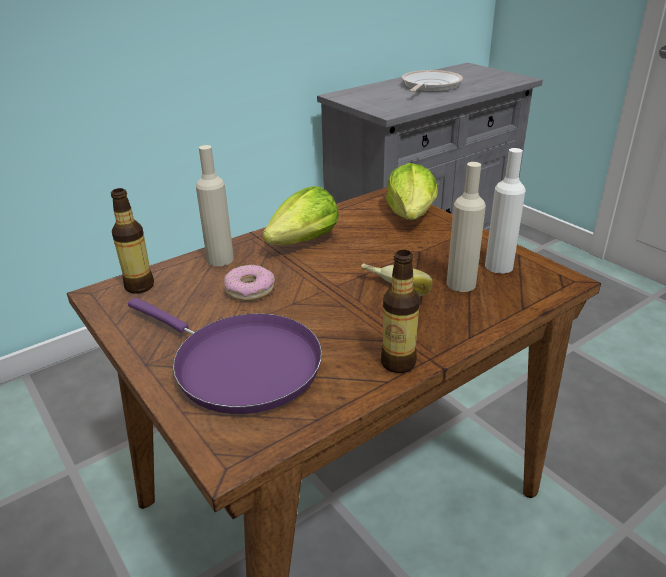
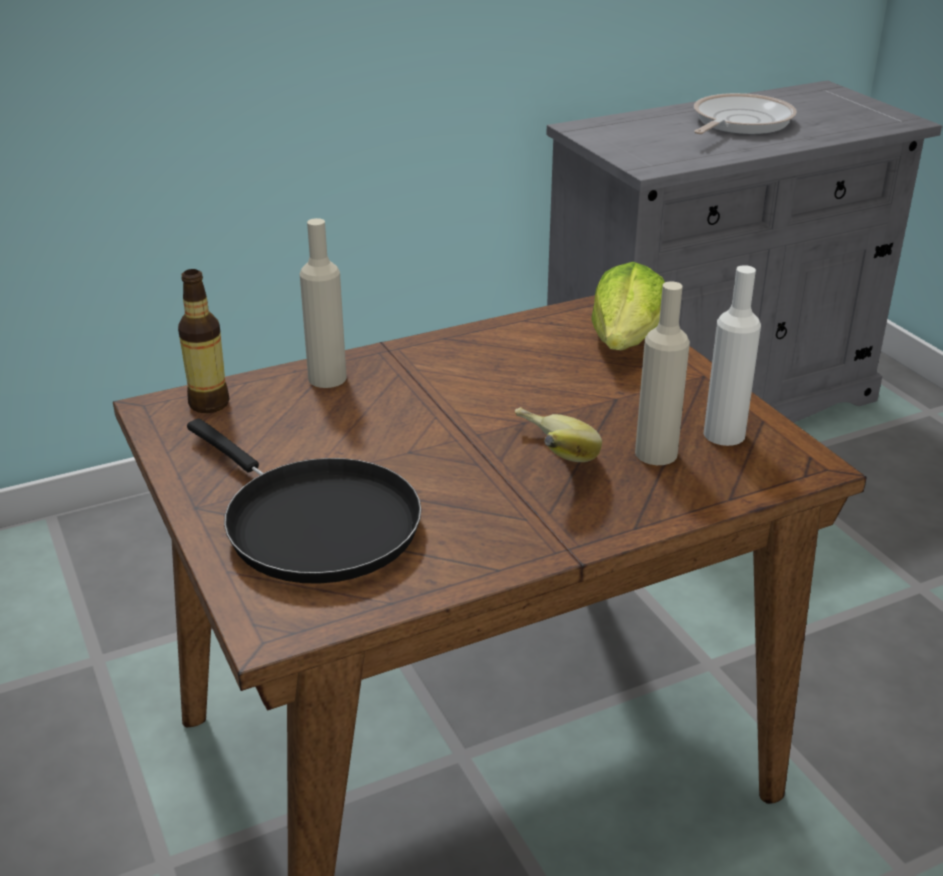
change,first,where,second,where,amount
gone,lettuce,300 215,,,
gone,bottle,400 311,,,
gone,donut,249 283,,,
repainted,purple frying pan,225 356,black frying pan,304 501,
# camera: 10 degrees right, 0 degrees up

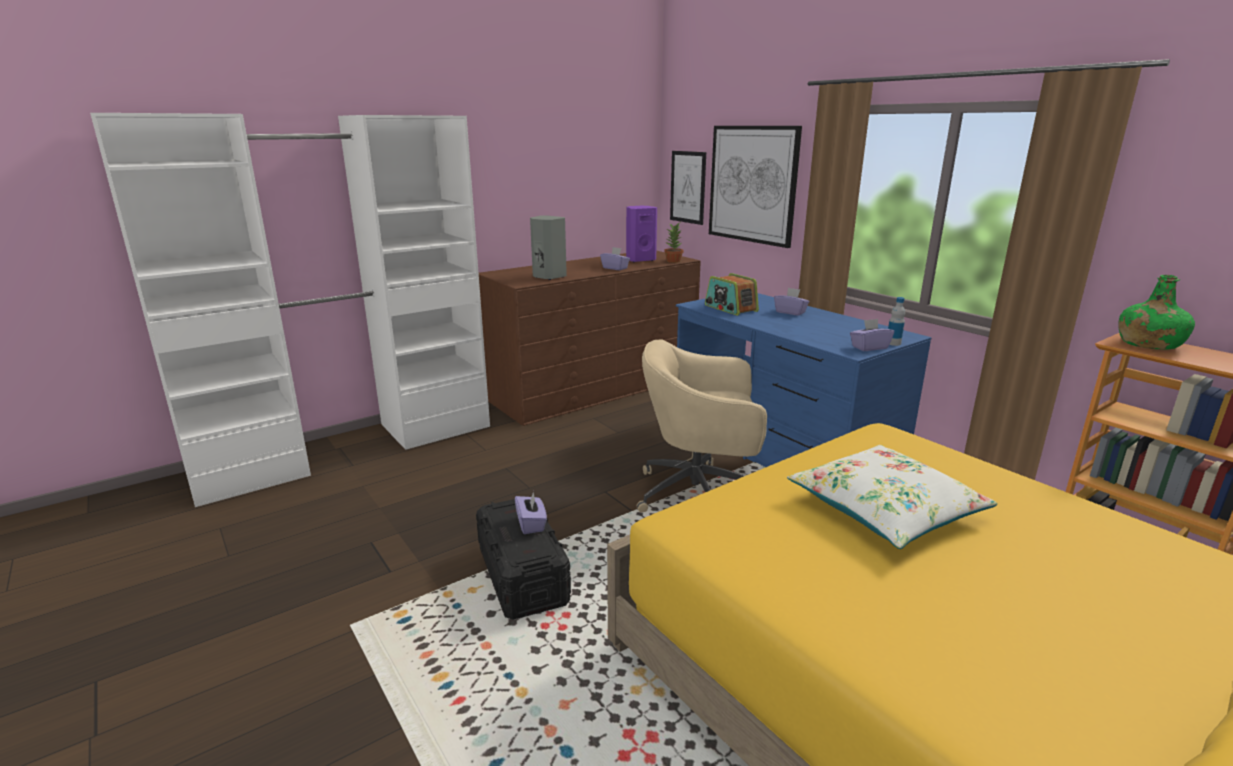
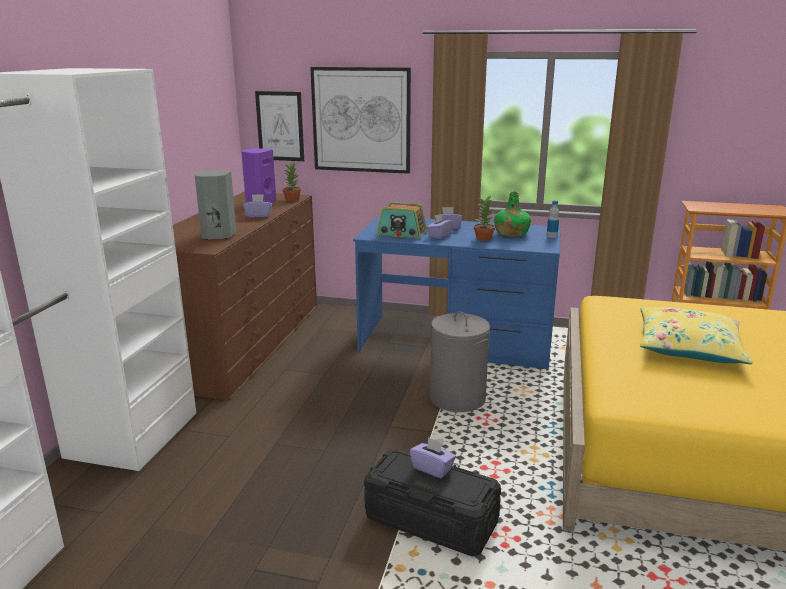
change,first,where,second,where,amount
shifted,green bottle,1157 312,,512 214,
shifted,purple tissue box,872 335,,440 226,
swapped,beige office chair,702 426,grey laundry basket,460 361,
repainted,white pillow,892 497,yellow pillow,696 335,
new,,,potted plant,484 218,
# camera: 40 degrees left, 0 degrees up

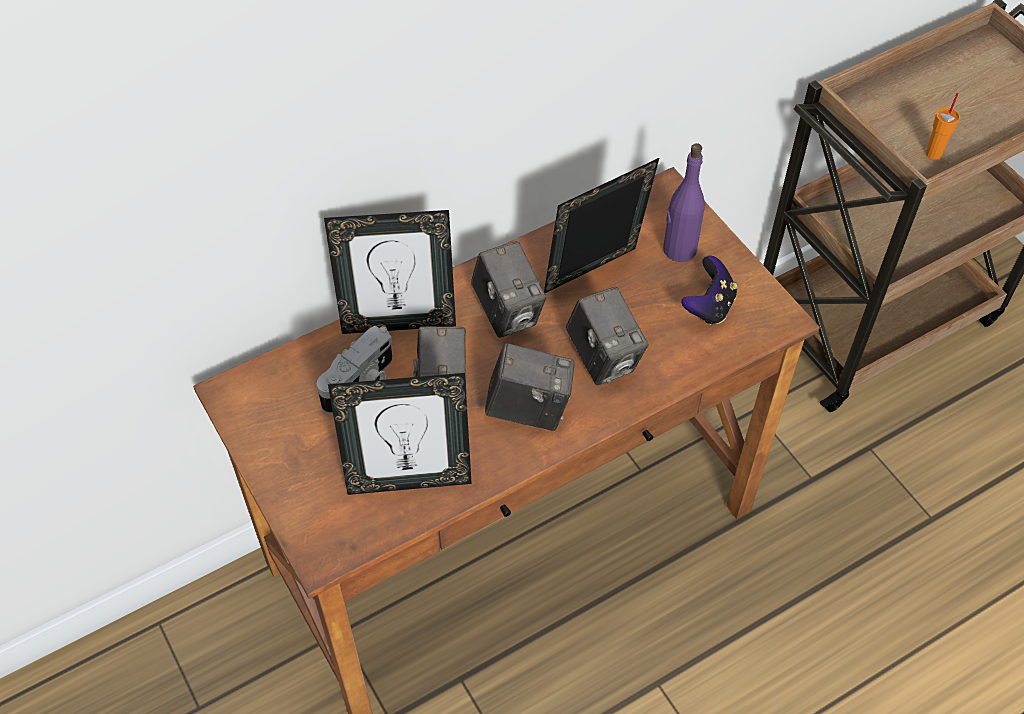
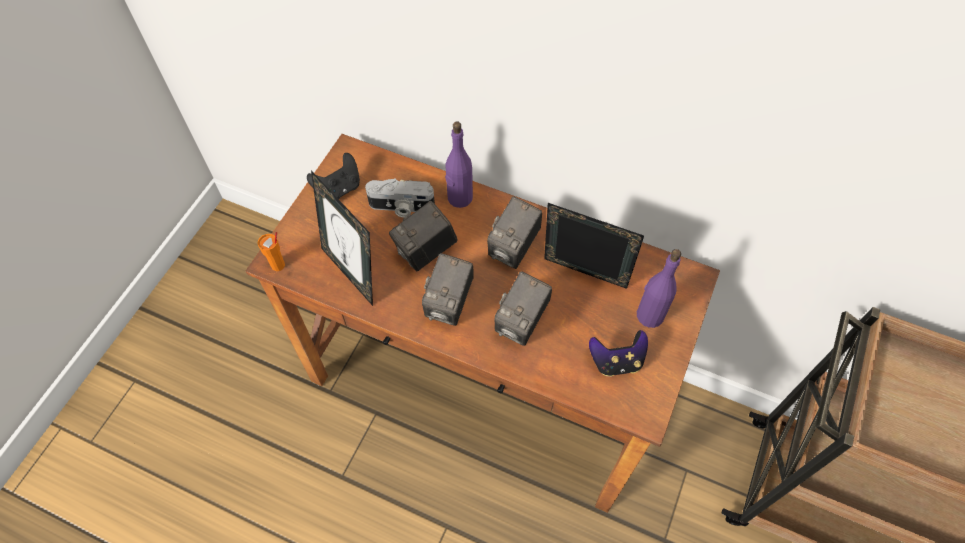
change,first,where,second,where,amount
shifted,orange cup,943 126,,271 251,
swapped,picture frame,390 272,purple bottle,459 164,
rotated,photo camera,529 387,,448 289,45 degrees clockwise
new,,,black game controller,333 176,
# camera: 55 degrees right, 5 degrees up

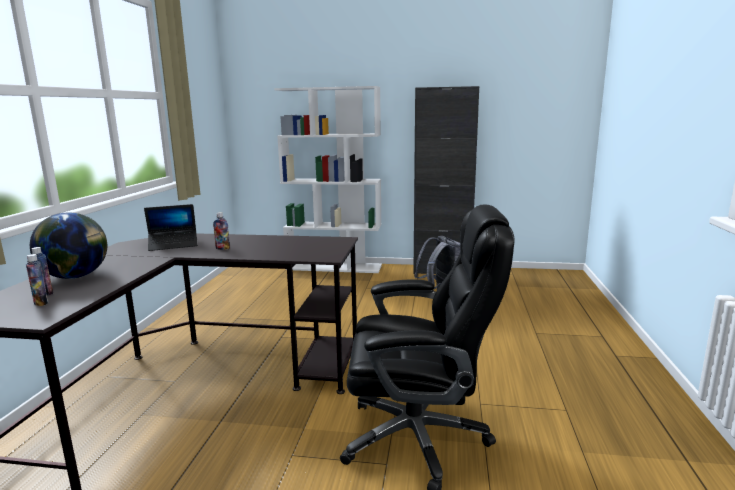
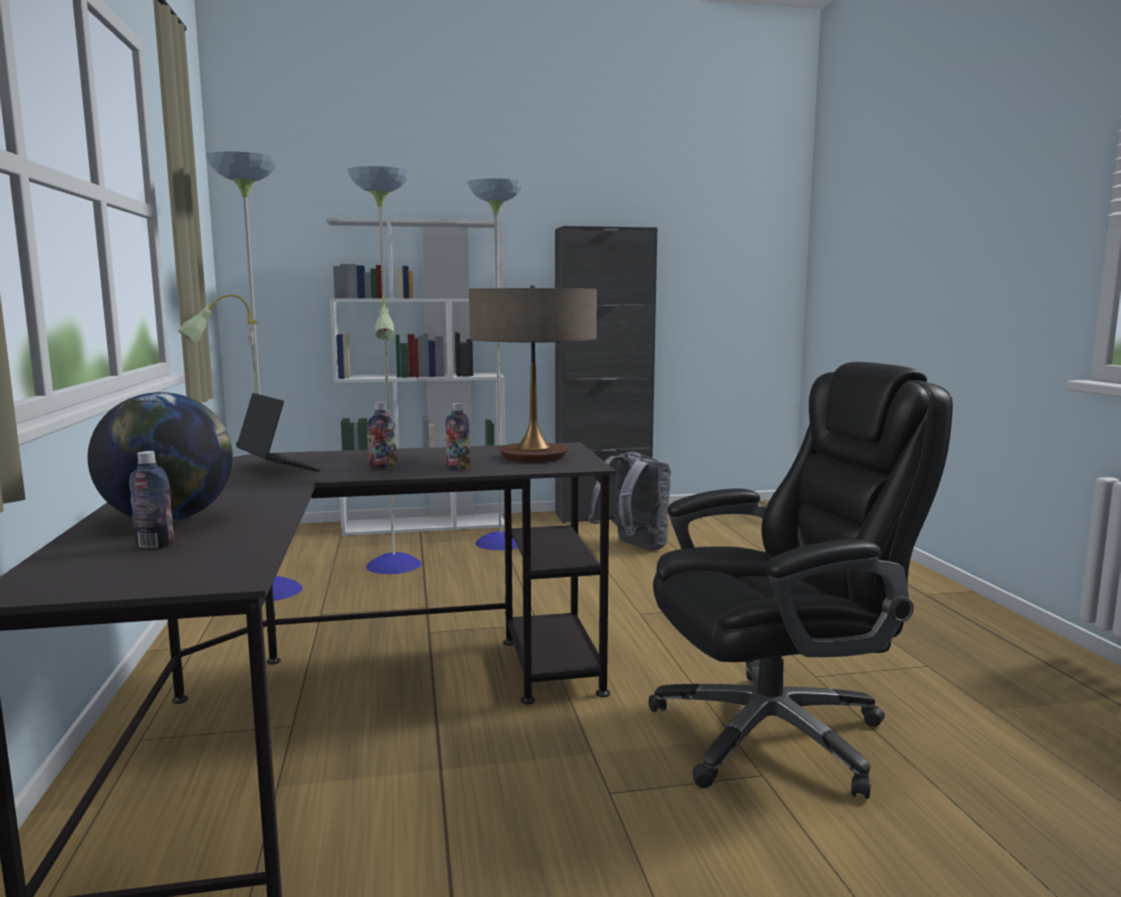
change,first,where,second,where,amount
rotated,laptop,171 227,,278 432,90 degrees counterclockwise
shifted,bottle,37 280,,458 436,
new,,,floor lamp,350 376,
new,,,table lamp,533 374,
# camera: 20 degrees left, 5 degrees down

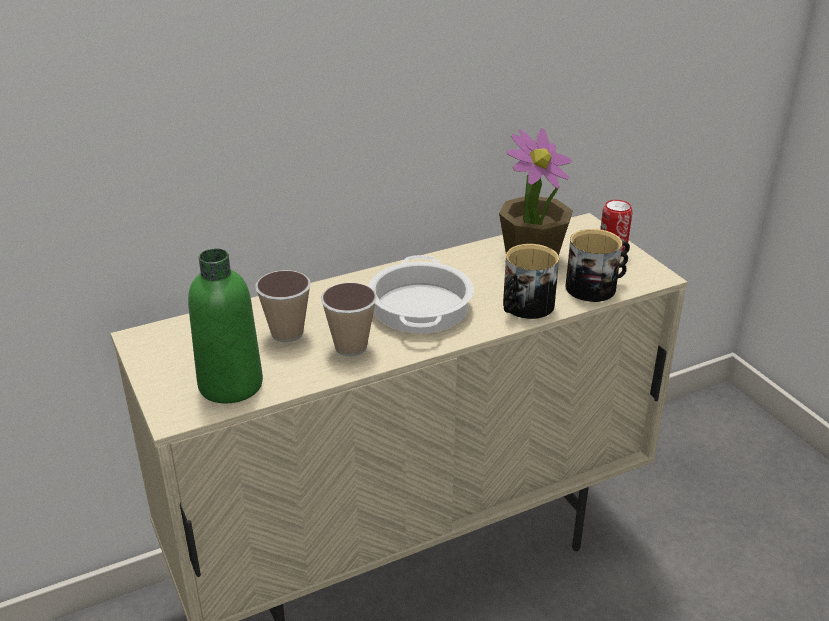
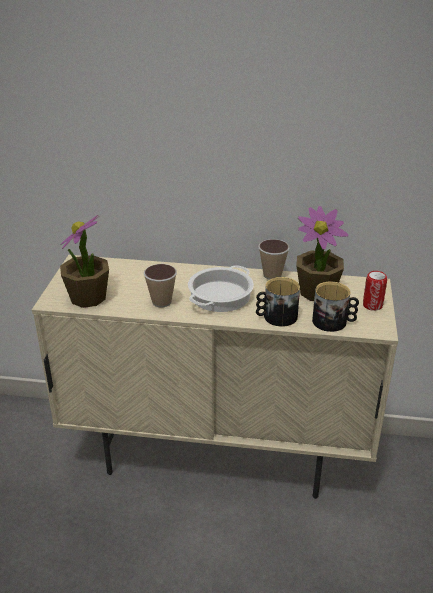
change,first,where,second,where,amount
swapped,green bottle,225 326,potted plant,84 261,
shifted,cup,283 306,,274 259,
# camera: 35 degrees right, 0 degrees up

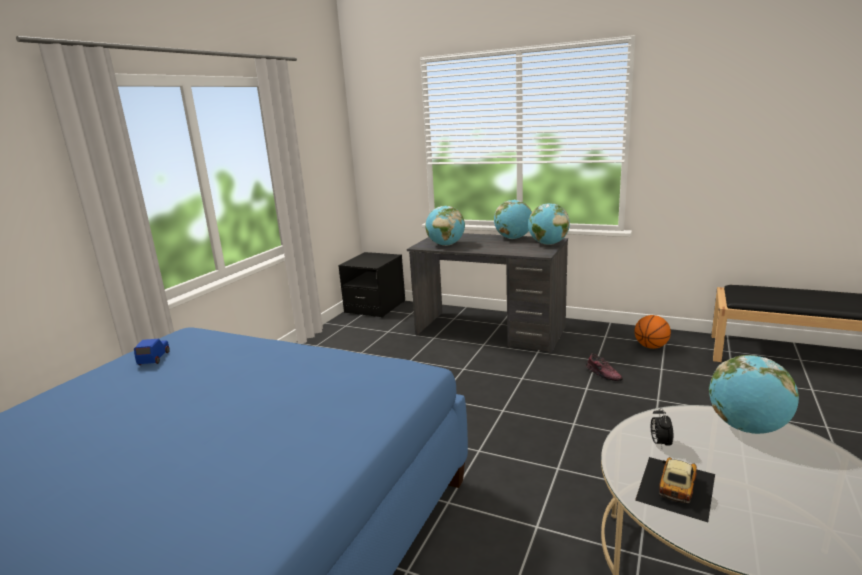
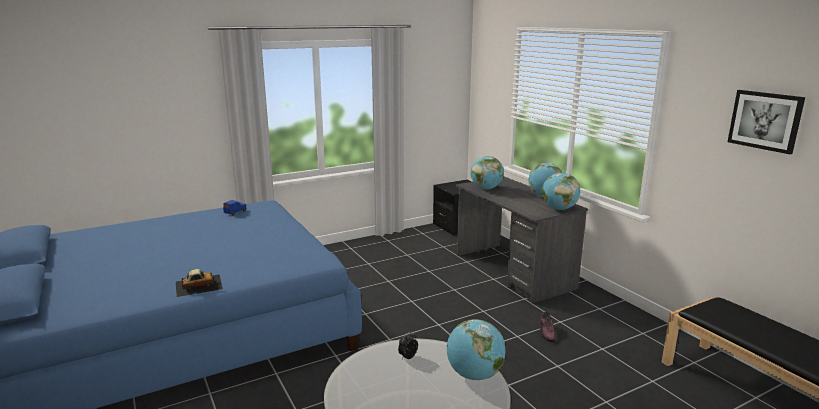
change,first,where,second,where,amount
gone,basketball,653 332,,,
shifted,toy car,675 489,,199 283,
new,,,picture,766 122,
# camera: 35 degrees right, 0 degrees up

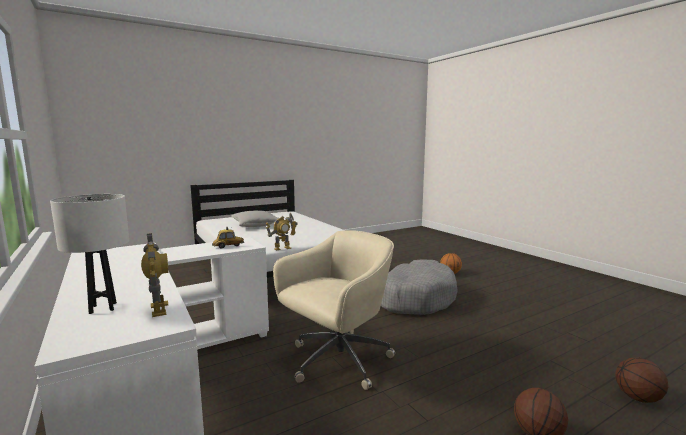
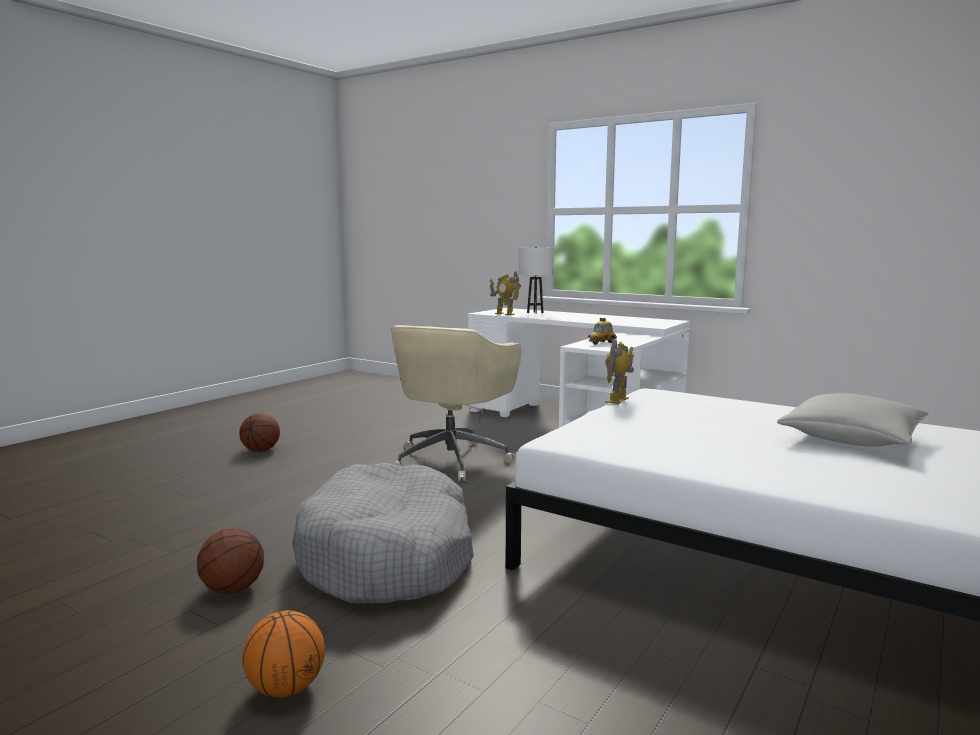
change,first,where,second,where,amount
shifted,basketball,641 380,,230 561,
# camera: 155 degrees right, 0 degrees up

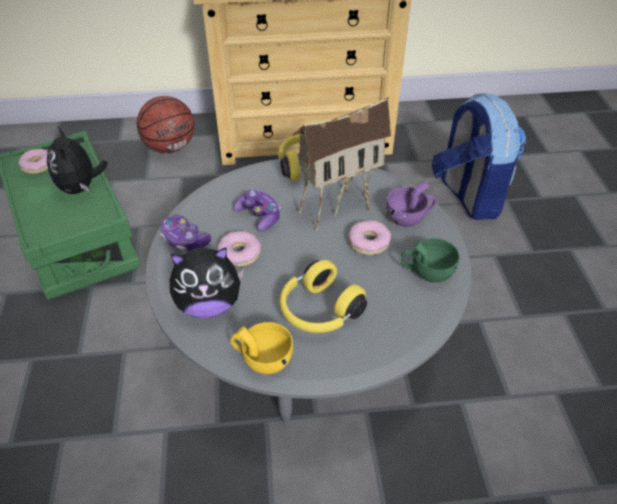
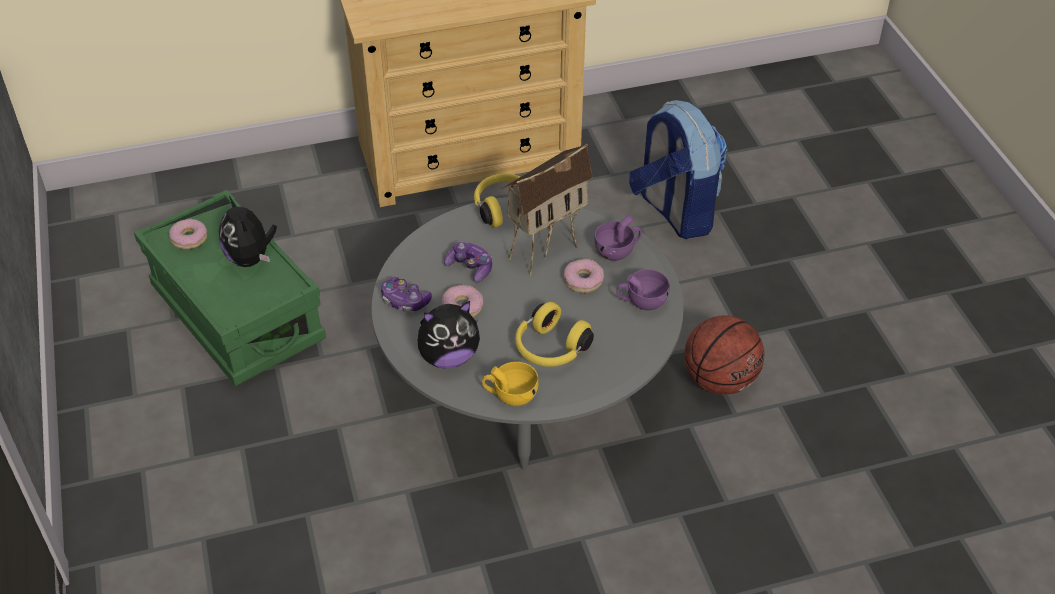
change,first,where,second,where,amount
shifted,basketball,165 124,,724 355,
repainted,green cup,430 260,purple cup,643 289,
# camera: 10 degrees left, 0 degrees up

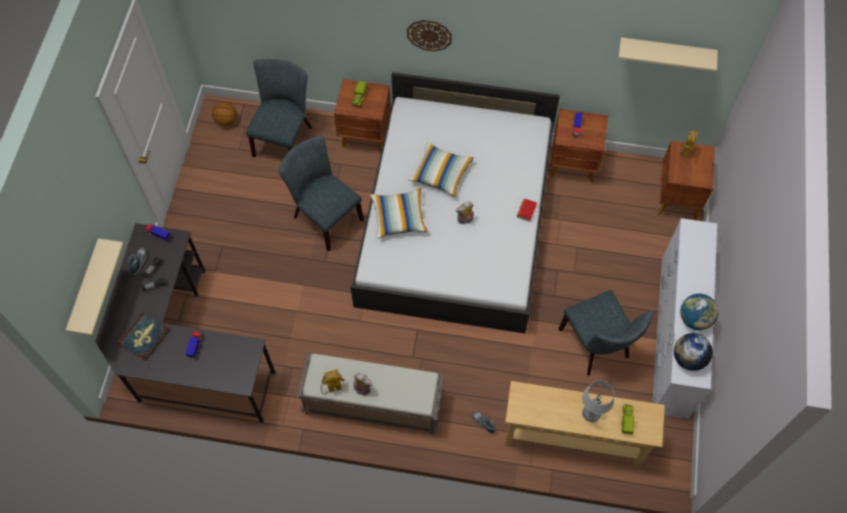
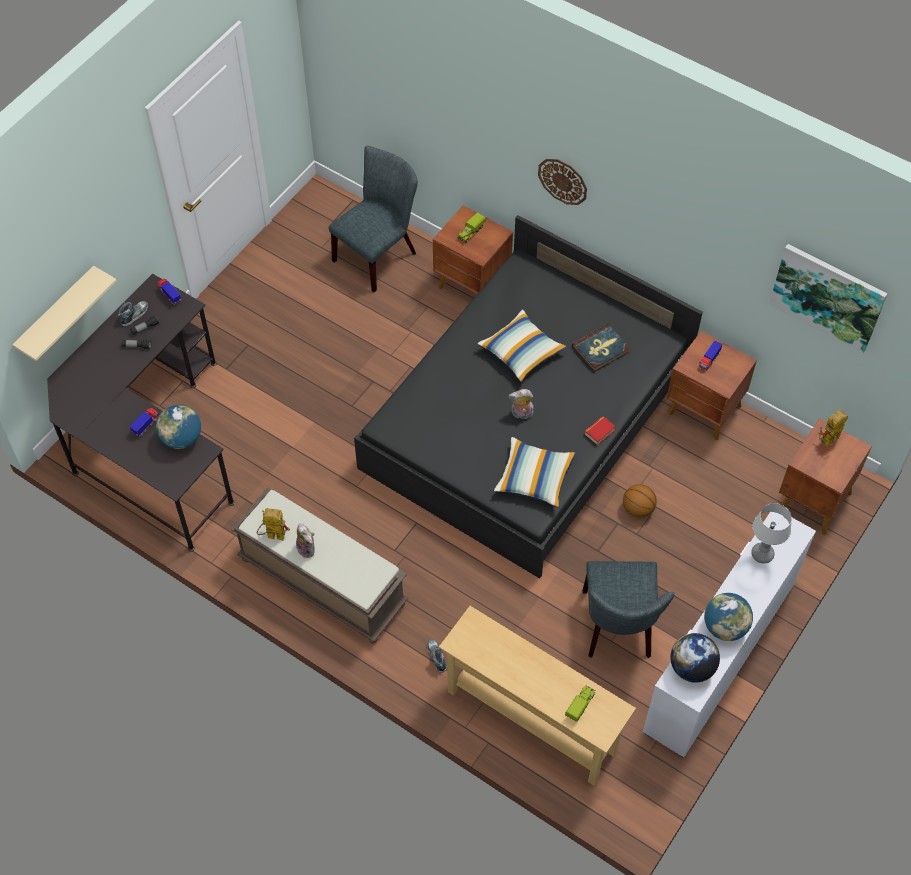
change,first,where,second,where,amount
swapped,beige shelf,668 54,picture,828 298,
repainted,white bed,455 203,black bed,528 397,
shifted,basketball,224 114,,640 501,
gone,grey chair,321 193,,,
shifted,pillow,399 213,,535 472,
shifted,book,143 336,,601 348,
shifted,table lamp,598 401,,771 533,
new,,,globe,178 427,
# camera: 25 degrees right, 5 degrees down

